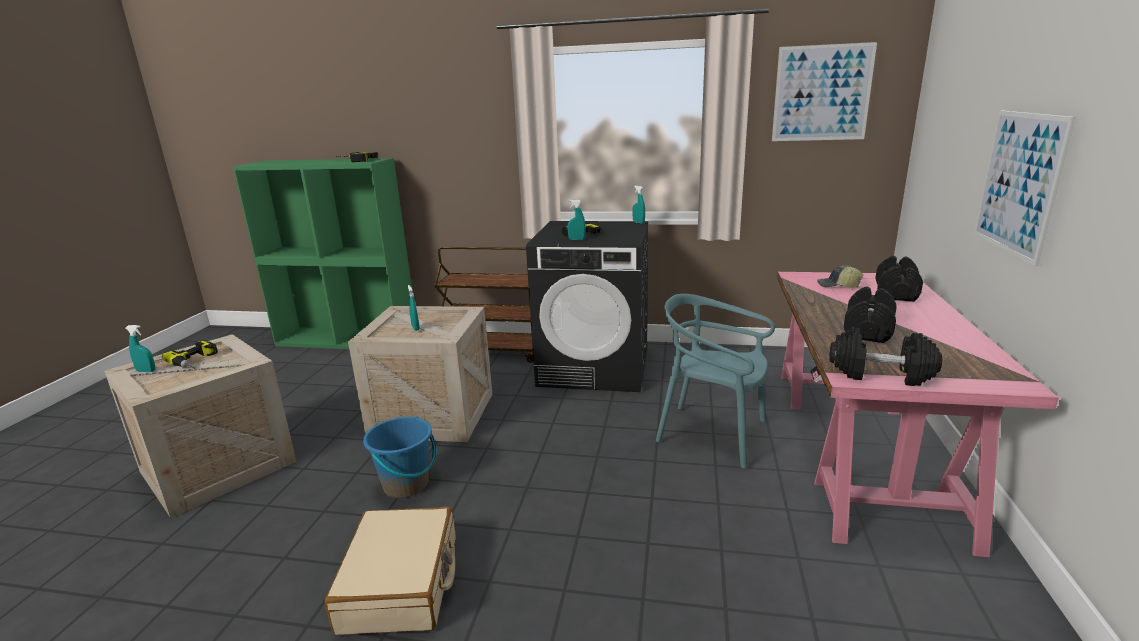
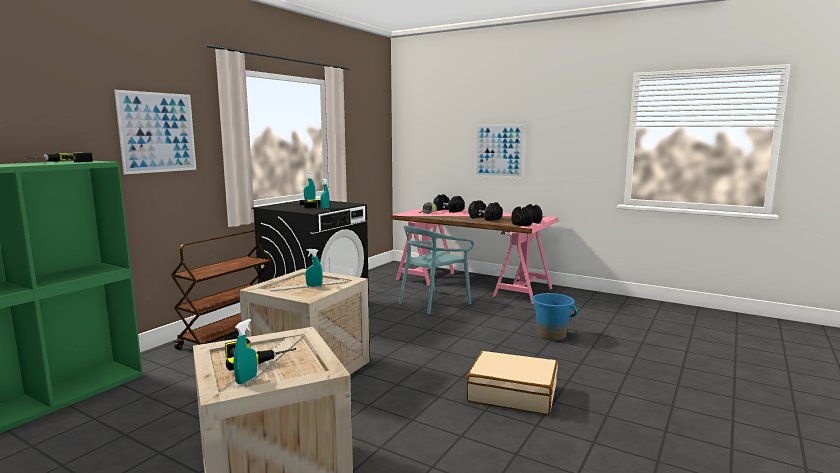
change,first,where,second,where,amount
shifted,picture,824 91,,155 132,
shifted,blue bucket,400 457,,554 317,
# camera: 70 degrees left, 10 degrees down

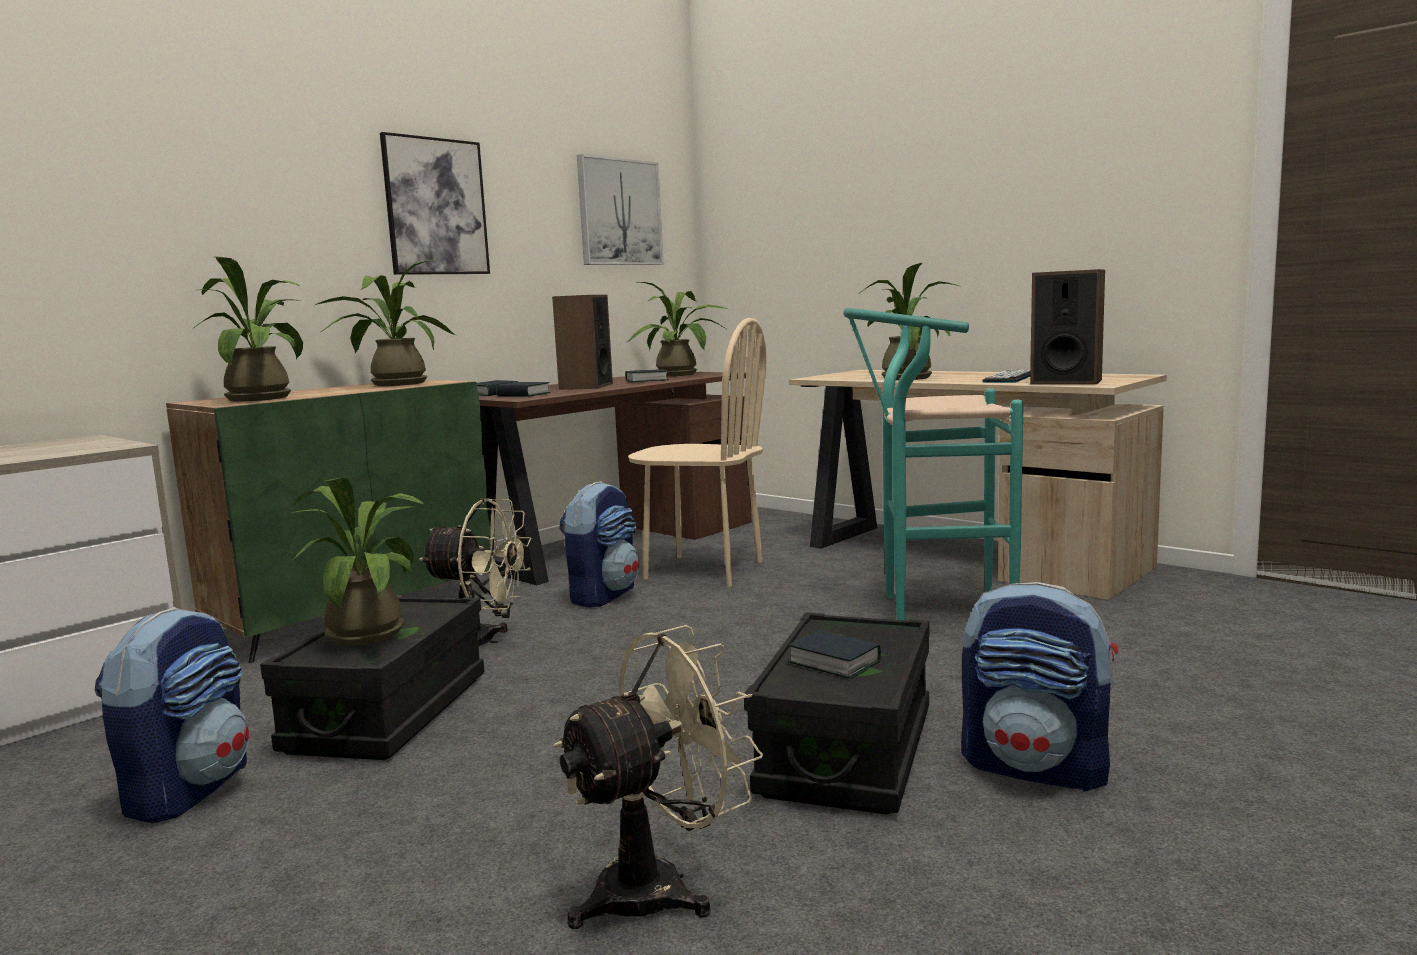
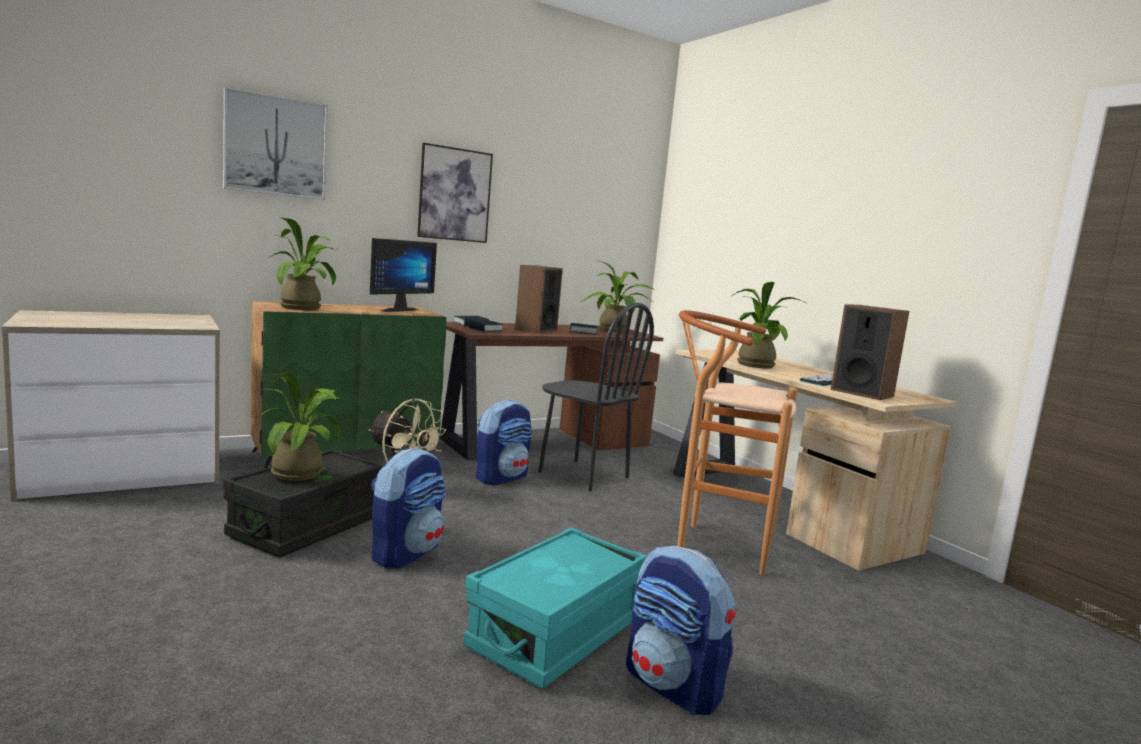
change,first,where,second,where,amount
shifted,picture,620 209,,275 143,
swapped,potted plant,385 322,monitor,403 275,
repainted,turquoise stool,933 464,brown stool,737 442,
repainted,beige chair,697 452,black chair,596 397,
shifted,backpack,172 715,,408 508,
repainted,black storage box,837 713,turquoise storage box,555 607,
gone,beige fan,658 777,,,
gone,book,834 654,,,
# camera: 15 degrees right, 0 degrees up

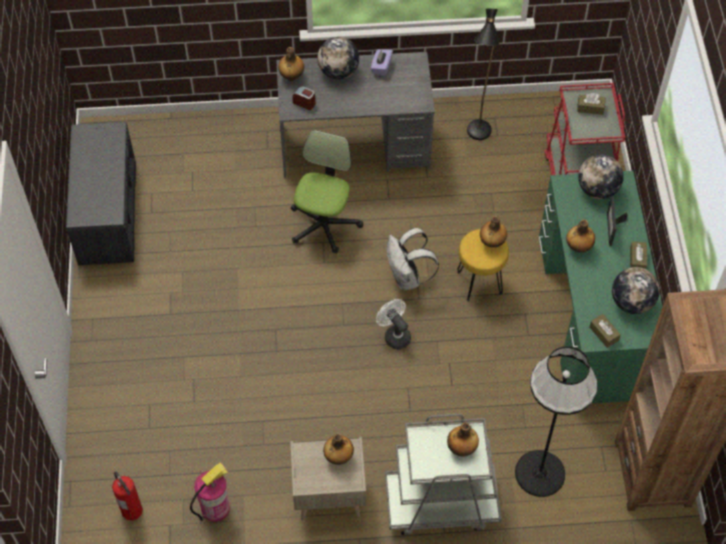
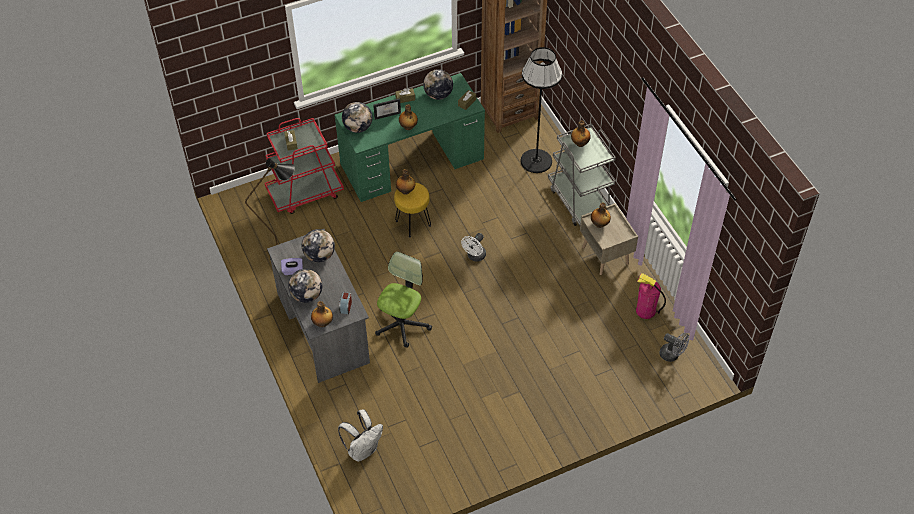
change,first,where,second,where,amount
gone,grey bench,101 193,,,
rotated,office chair,327 191,,403 300,120 degrees clockwise
shifted,white backpack,413 259,,360 435,
swapped,fire extinguisher,127 496,grey fan,674 347,
new,,,globe,318 245,
# camera: 110 degrees left, 5 degrees down

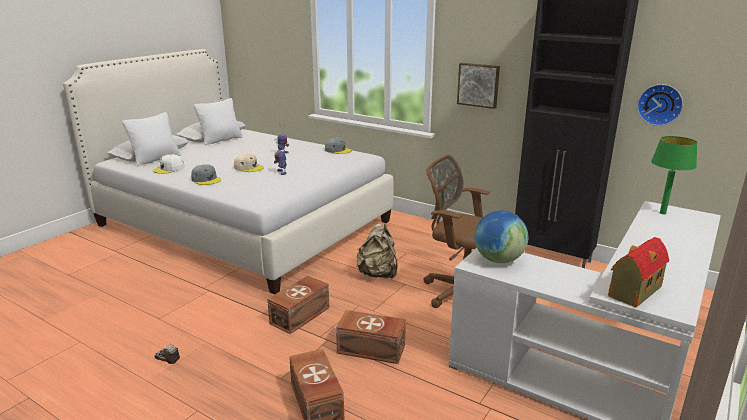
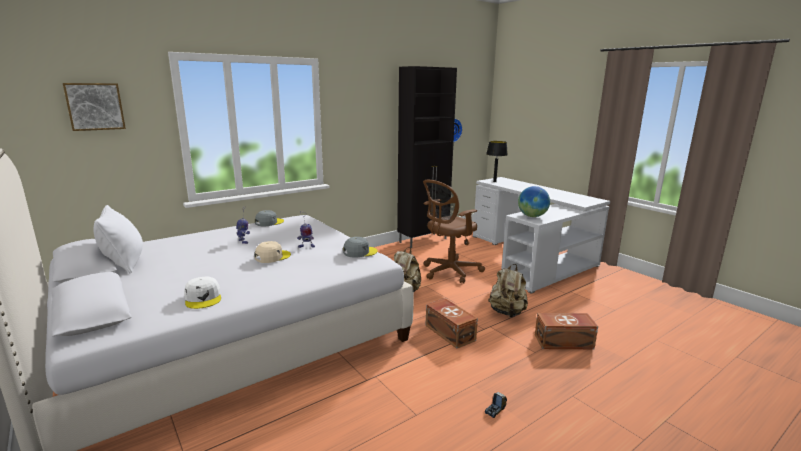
change,first,where,second,where,amount
shifted,picture,478 86,,94 107,
gone,white pillow,151 139,,,
repainted,green table lamp,674 175,black table lamp,497 161,
shifted,grey cap,206 174,,360 247,
gone,toy house,638 272,,,
swapped,brown storage box,371 337,beige backpack,508 291,
# camera: 70 degrees left, 5 degrees down

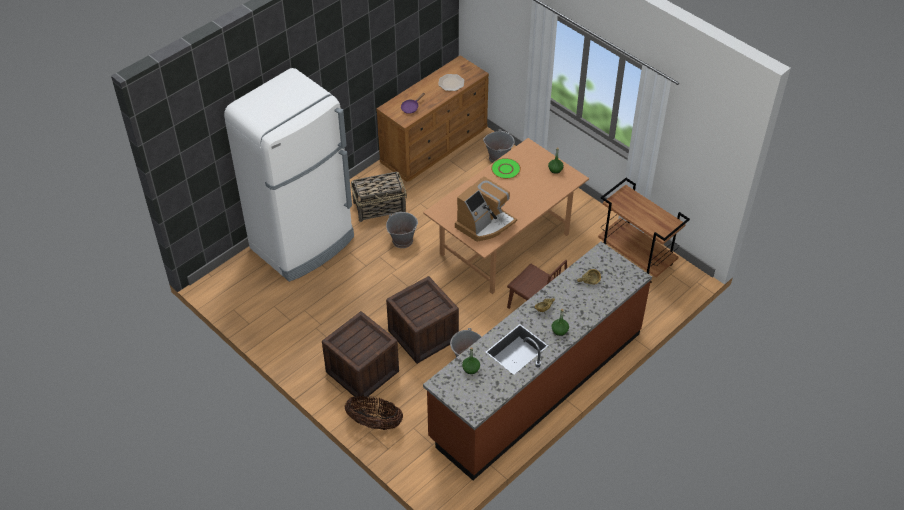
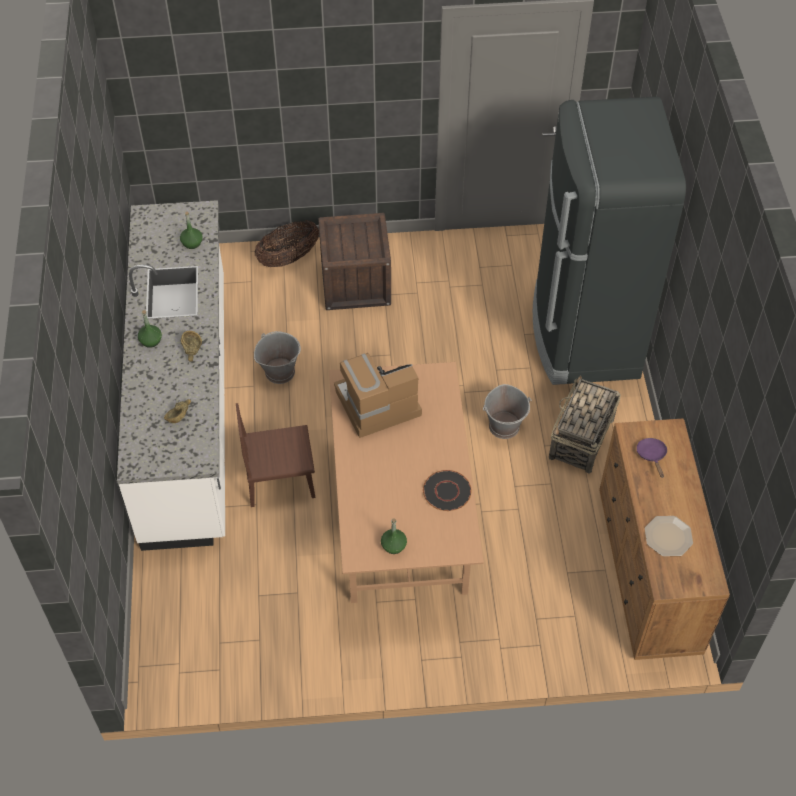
change,first,where,second,where,amount
repainted,white fridge,289 175,black fridge,609 241,
gone,grey bucket,499 146,,,
repainted,green plate,506 168,black plate,447 490,
rotated,coffee machine,486 209,,378 395,75 degrees clockwise
gone,brown cart,644 230,,,
repainted,brown counter,537 361,white counter,171 375,
gone,crate,422 320,,,
# camera: 130 degrees right, 5 degrees up

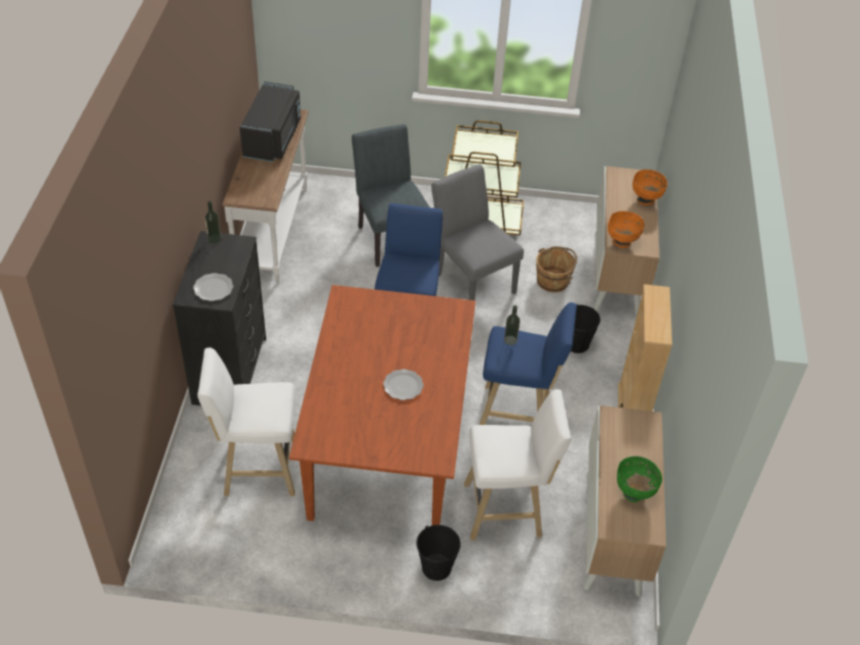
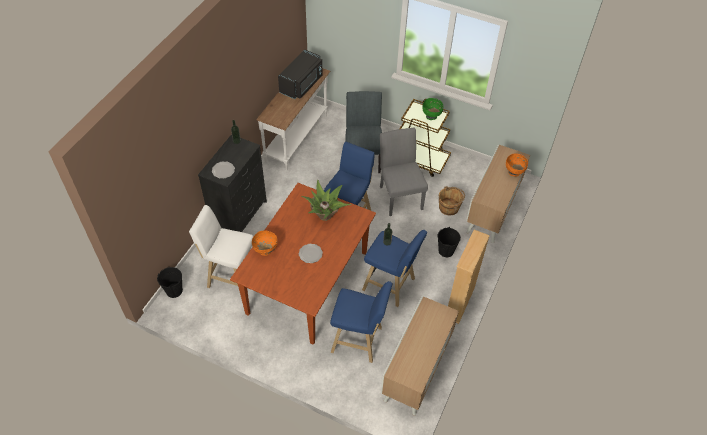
change,first,where,second,where,amount
shifted,orange bowl,626 229,,265 243,
repainted,white stool,517 465,blue stool,361 322,
shifted,green bowl,639 479,,433 109,
shifted,black bucket,438 553,,170 282,
new,,,potted plant,326 200,
# camera: 20 degrees right, 5 degrees up

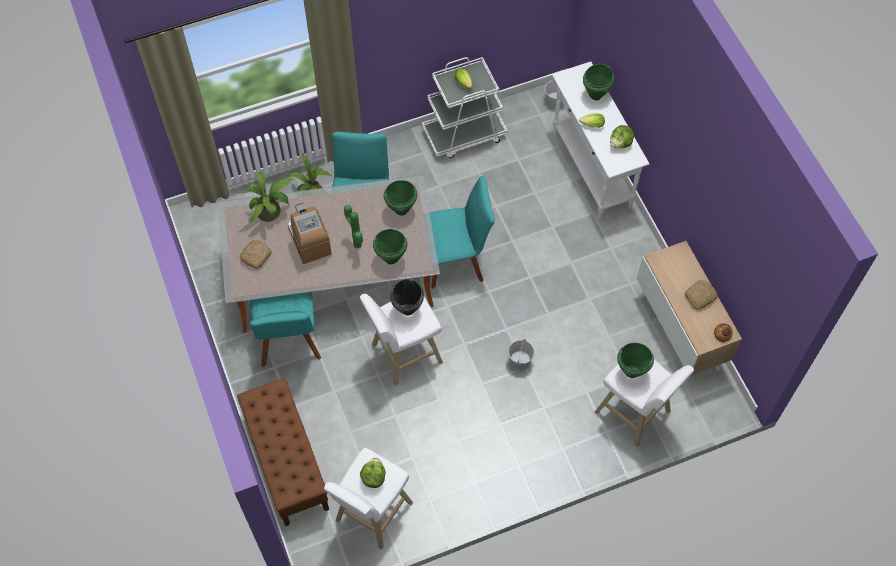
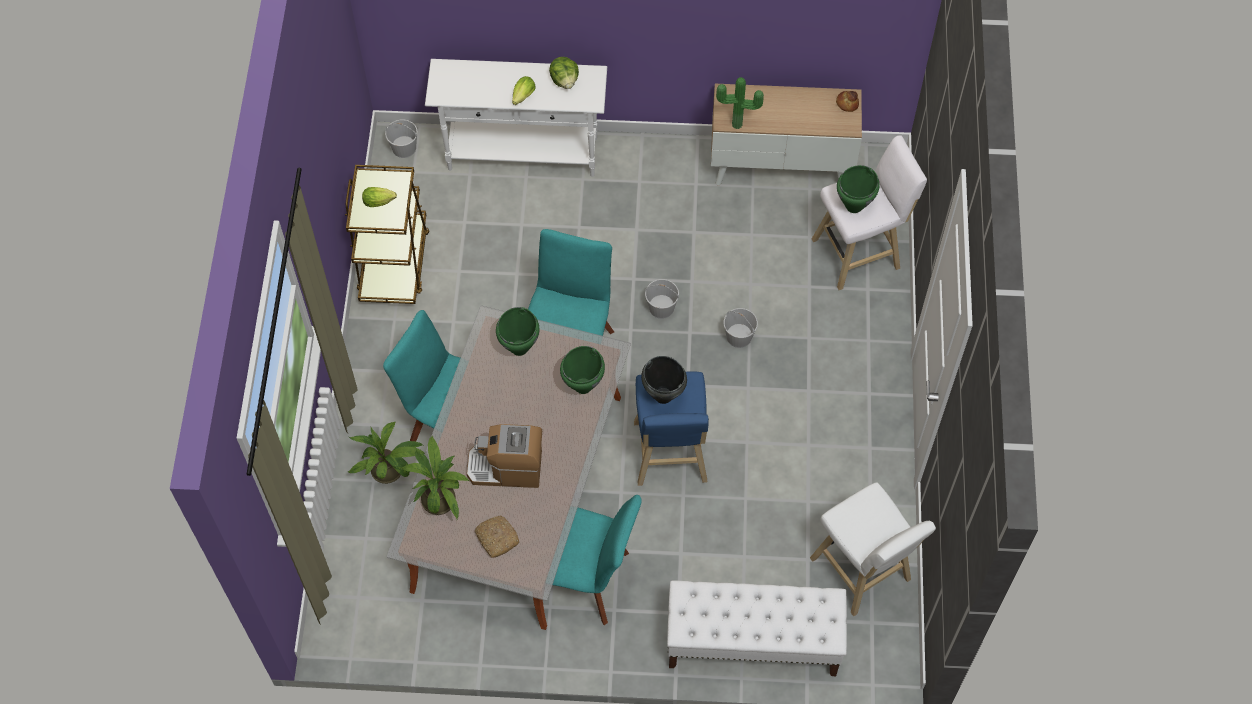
change,first,where,second,where,amount
repainted,white cart,465 107,brown cart,387 234,
gone,green cooking pot,598 82,,,
shifted,potted plant,353 227,,740 103,
gone,bread,701 295,,,
repainted,white stool,401 340,blue stool,671 429,
repainted,brown bench,283 452,white bench,757 628,
gone,lettuce,372 473,,,
new,,,white bucket,662 299,
# camera: 65 degrees left, 0 degrees up

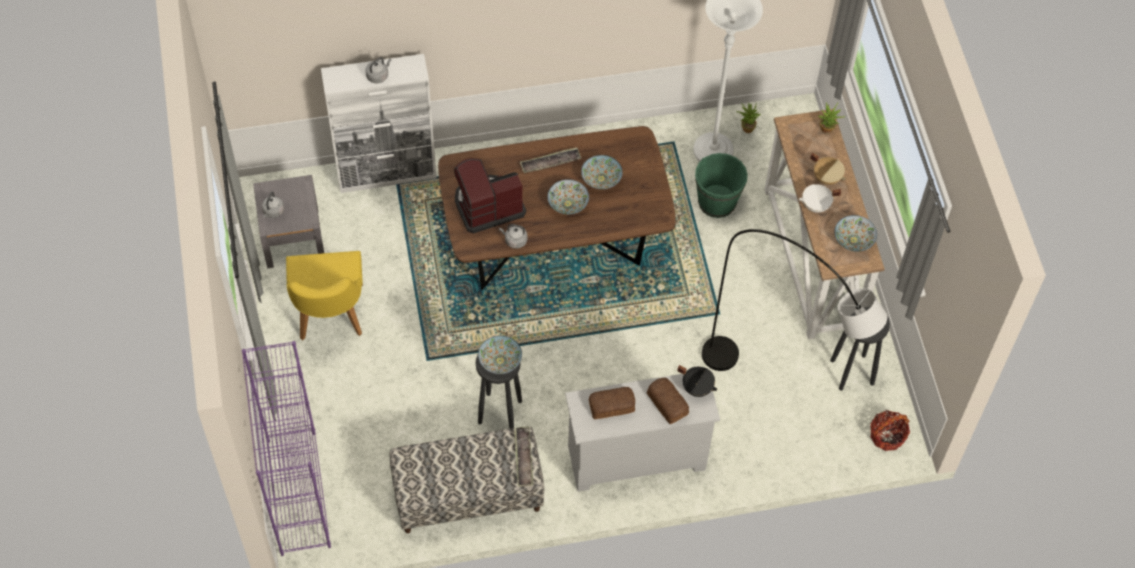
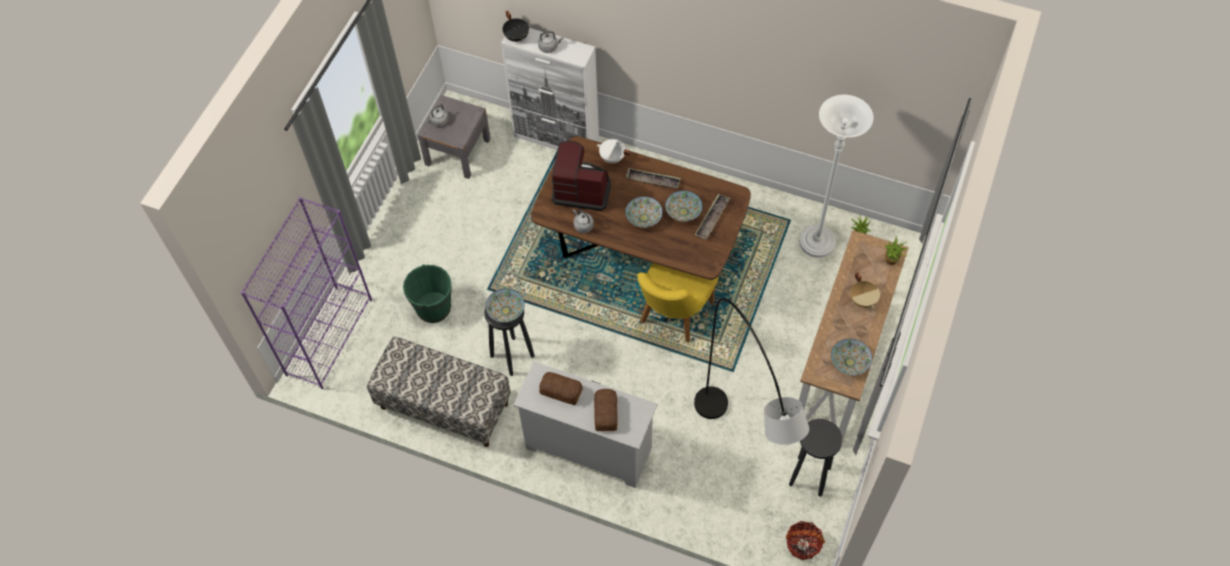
change,first,where,second,where,amount
shifted,green bucket,721 185,,427 293,
shifted,white cooking pot,819 198,,614 151,
shifted,yellow chair,324 295,,678 302,
shifted,black cooking pot,697 381,,515 26,
shifted,tray,524 457,,712 217,
# camera: 35 degrees right, 0 degrees up

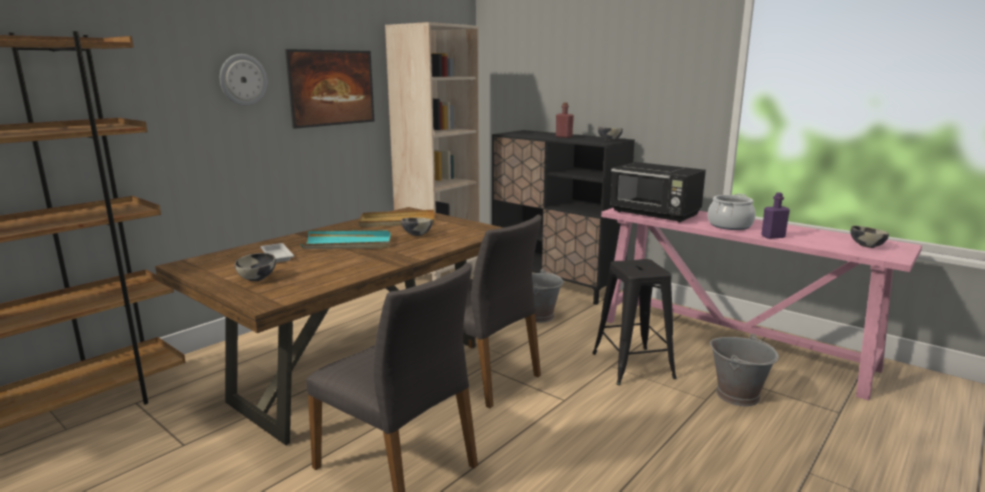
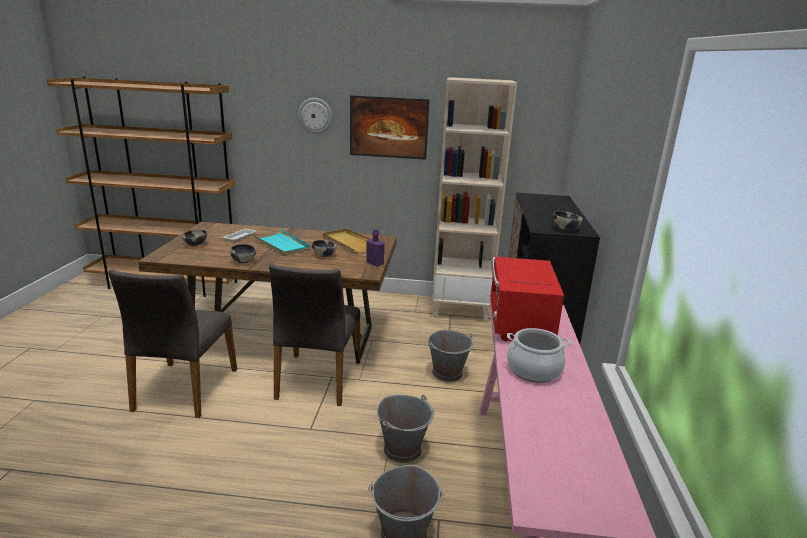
change,first,where,second,where,amount
gone,red bottle,565 120,,,
repainted,black microwave,658 192,red microwave,527 299,
shifted,purple bottle,775 215,,375 247,
shifted,bowl,869 237,,243 253,
swapped,black stool,634 322,grey bucket,405 429,
# camera: 55 degrees right, 5 degrees up

